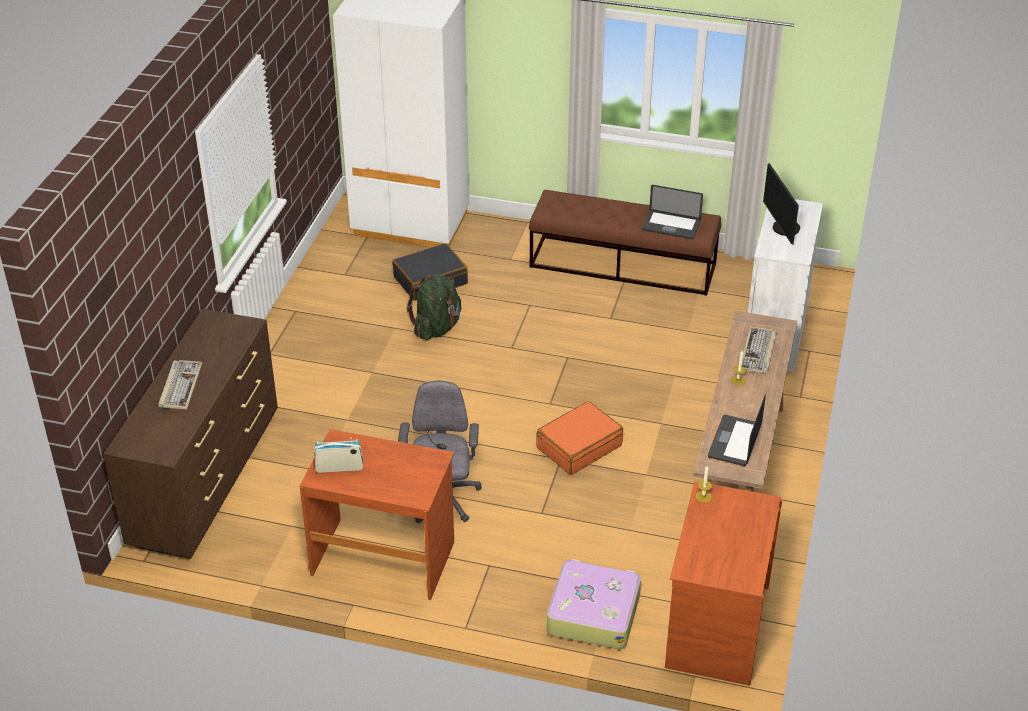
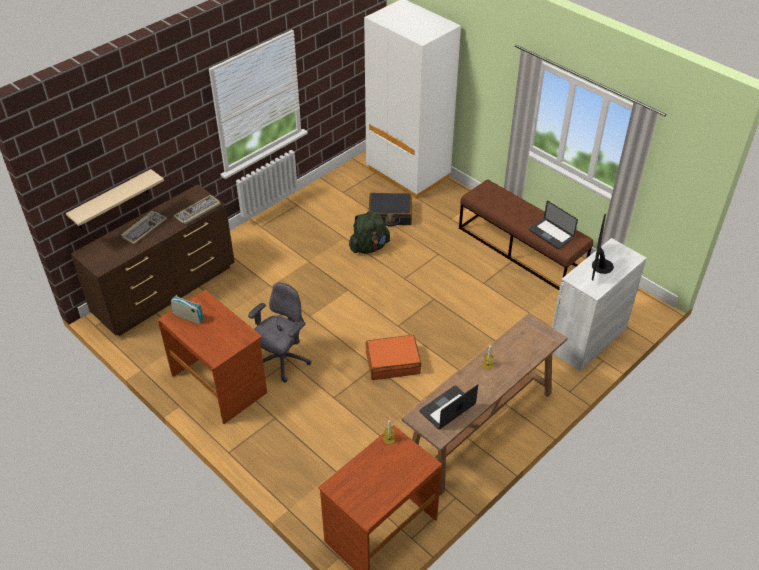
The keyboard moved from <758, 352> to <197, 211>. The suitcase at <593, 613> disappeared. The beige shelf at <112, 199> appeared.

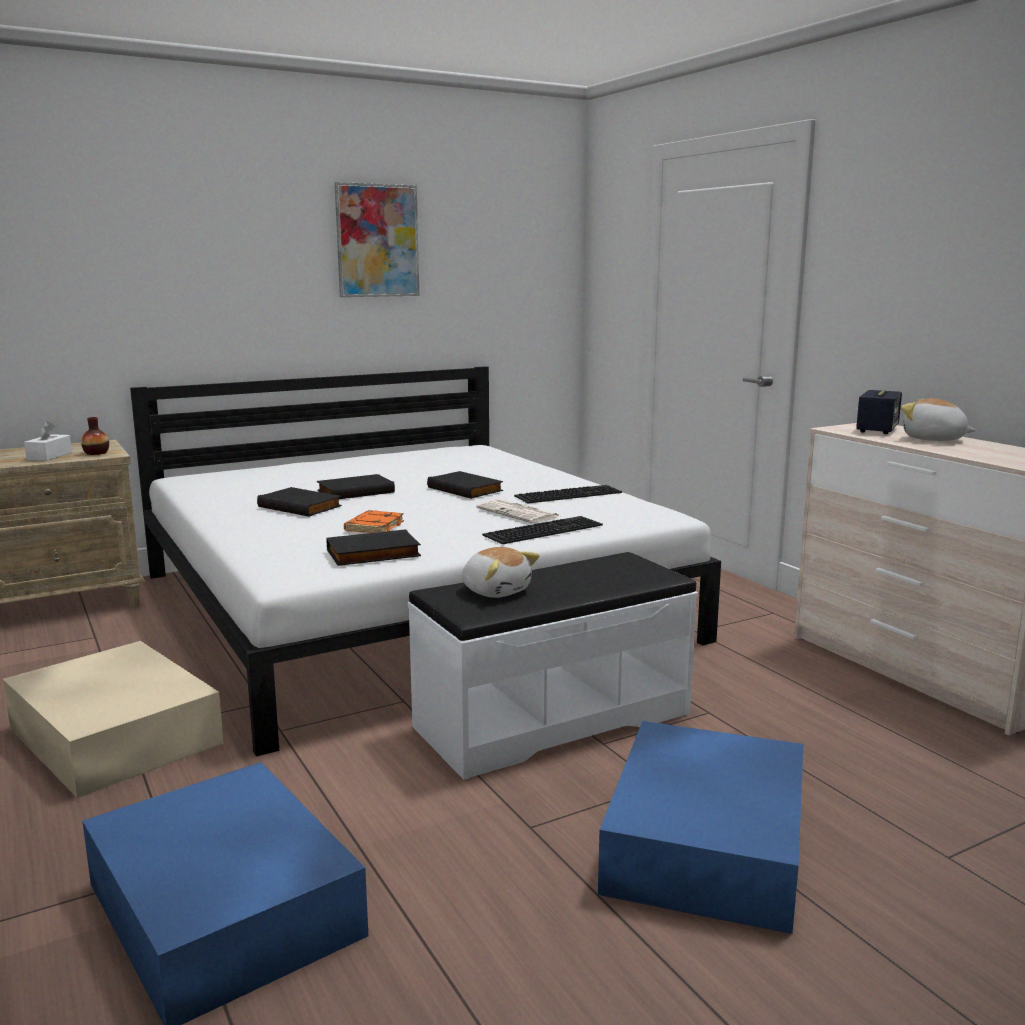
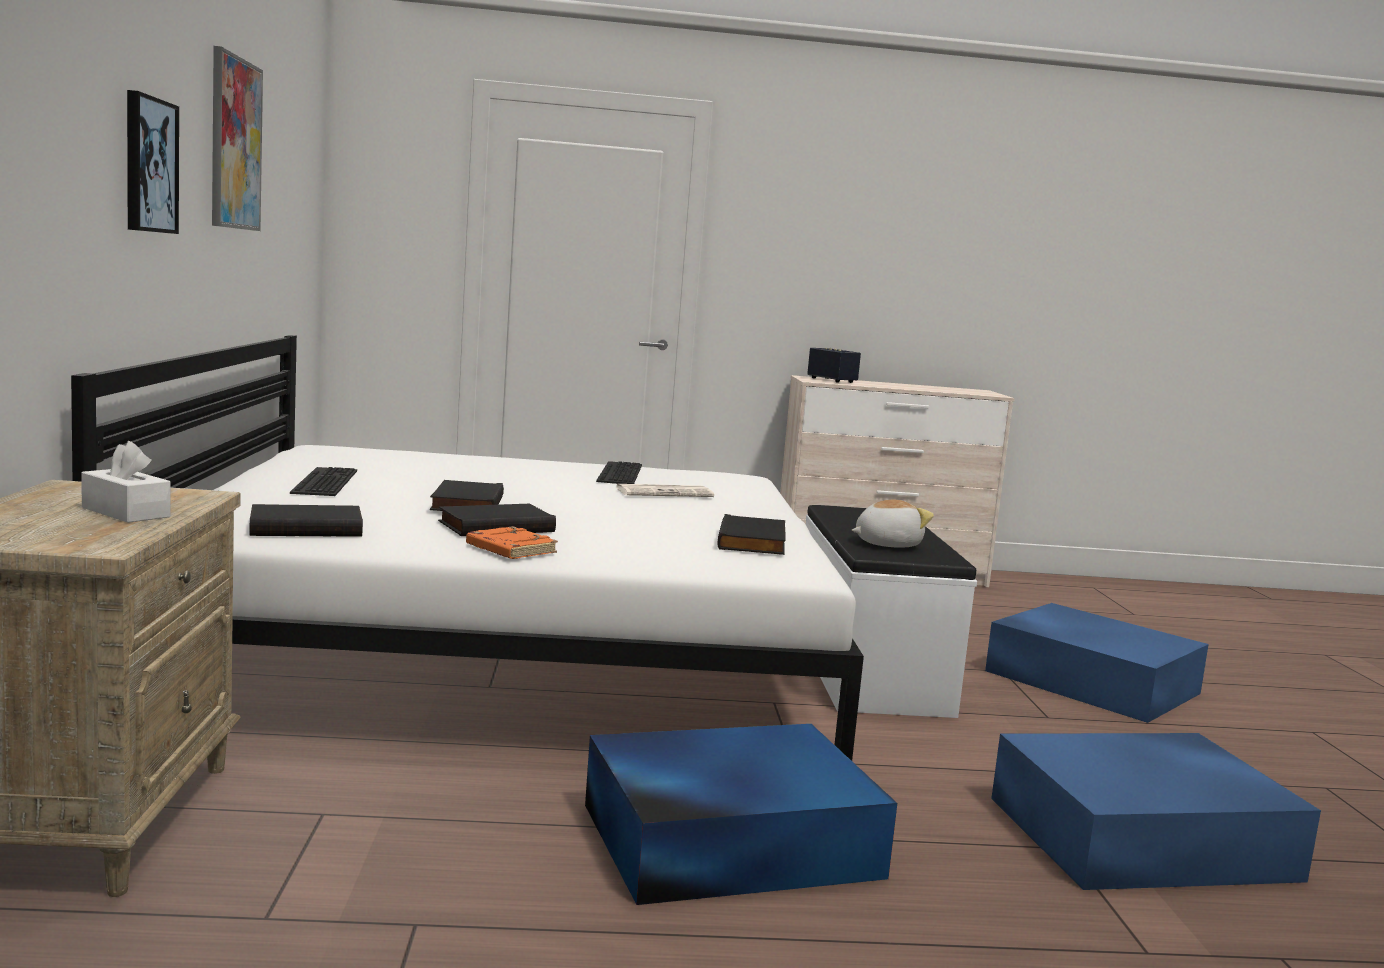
The plush toy at <933, 439> disappeared. The vase at <96, 453> disappeared. The black book moved from <466, 489> to <307, 527>. The orange book moved from <374, 527> to <509, 550>. The keyboard moved from <543, 529> to <322, 481>. The beige storage box at <115, 734> became the blue storage box at <725, 840>. The picture at <148, 165> appeared.

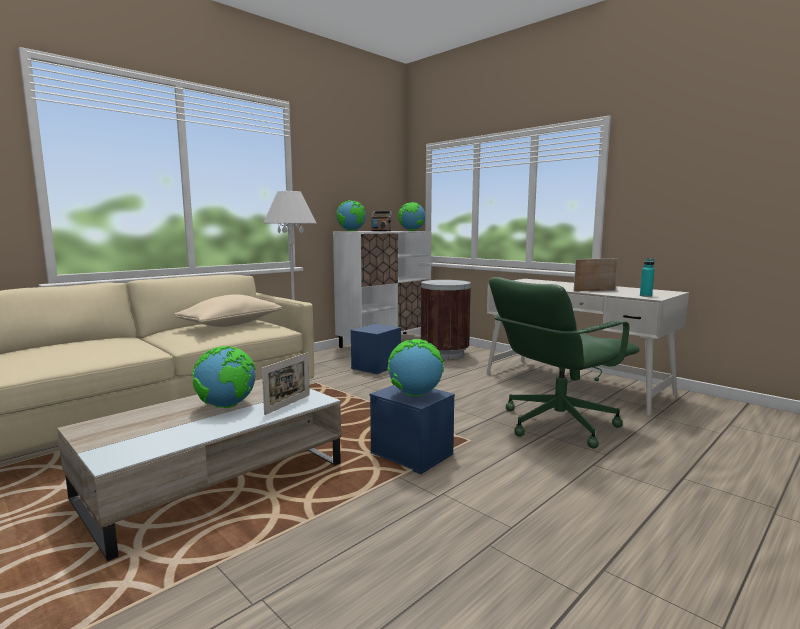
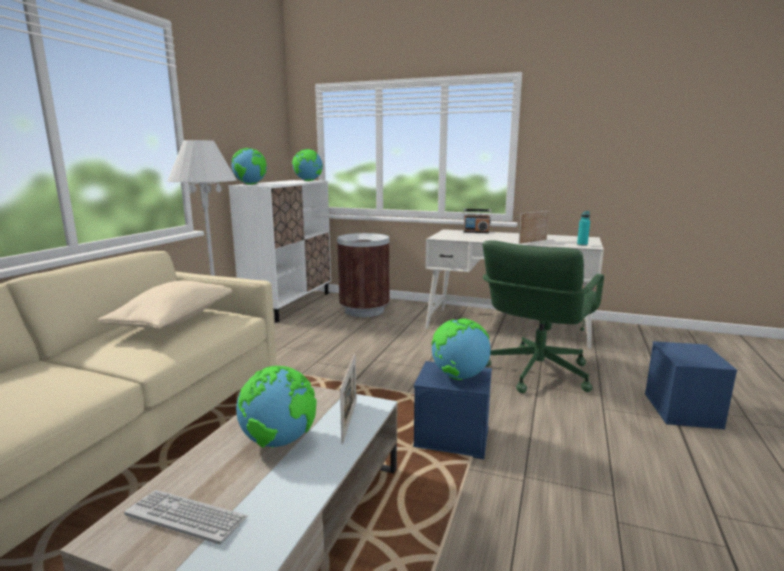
The radio moved from <381, 231> to <476, 232>. The blue storage box moved from <376, 366> to <683, 410>. The keyboard at <186, 517> appeared.

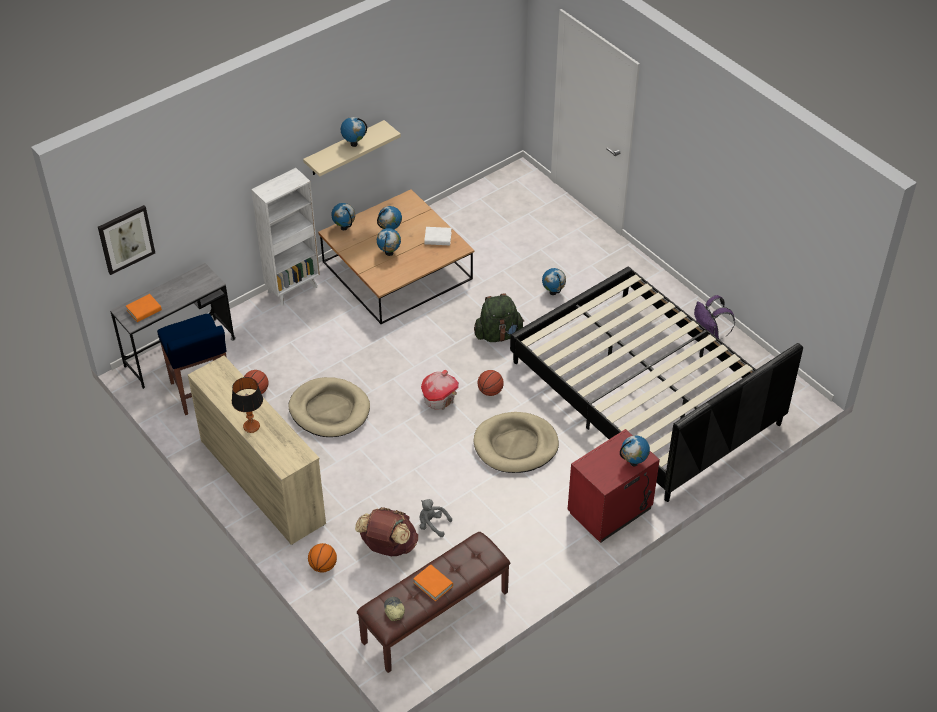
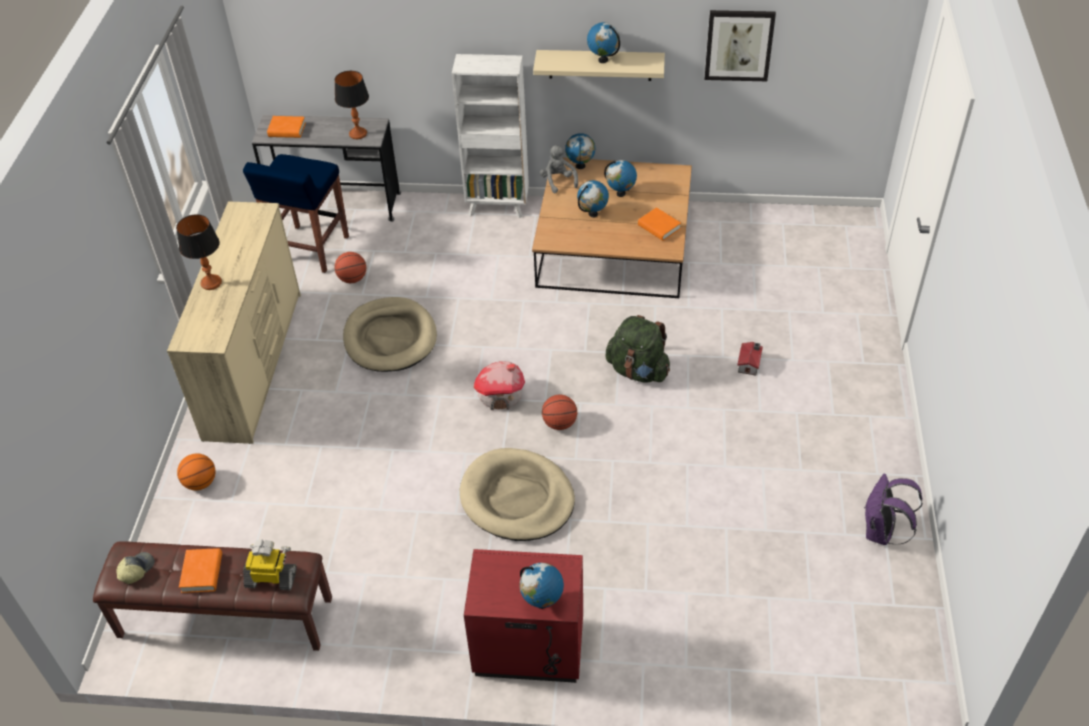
The picture moved from <126, 239> to <739, 45>. The white book at <438, 238> became the orange book at <659, 227>. The black bed at <644, 393> disappeared. The globe at <553, 292> was replaced by the toy house at <749, 364>. The grey plush toy moved from <432, 524> to <558, 181>. The brown backpack at <388, 547> disappeared. The table lamp at <358, 134> appeared. The toy robot at <272, 578> appeared.

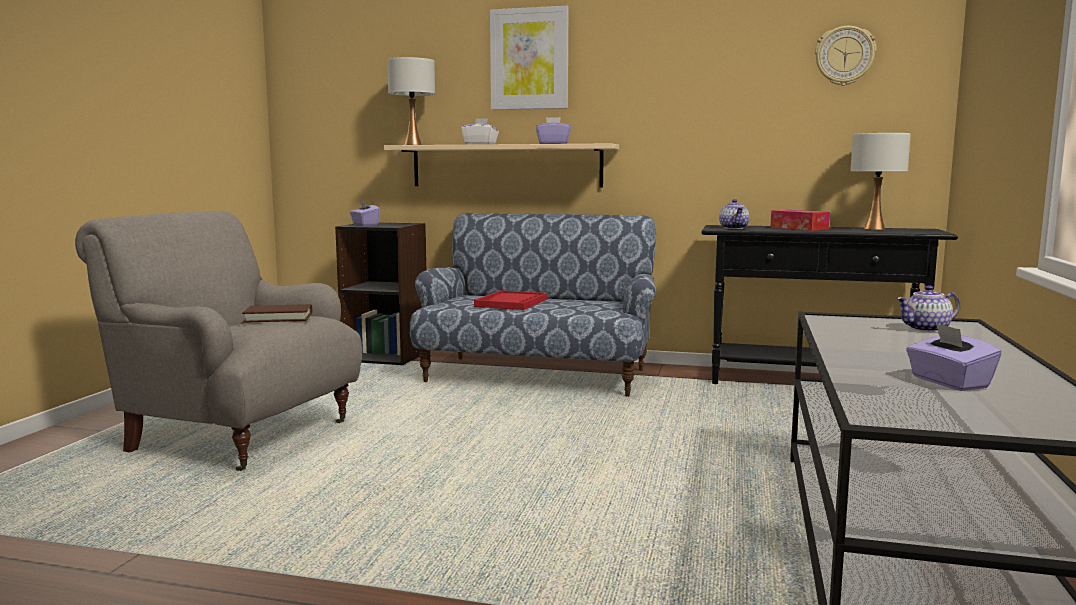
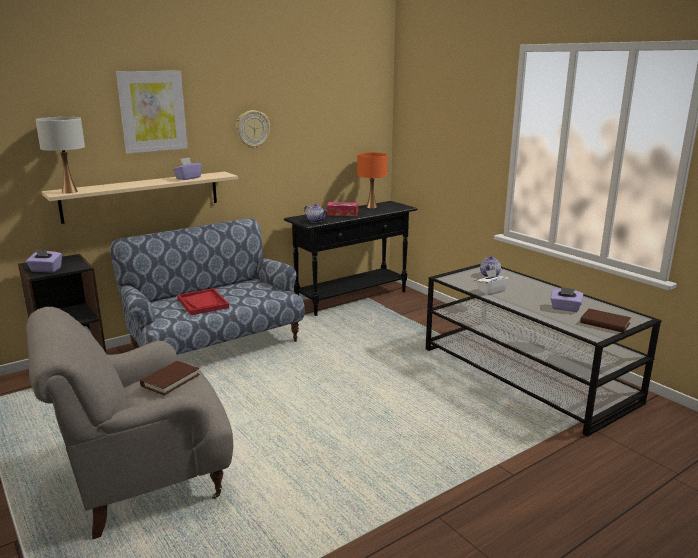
The wall clock moved from <844, 56> to <252, 129>. The white tissue box moved from <480, 144> to <491, 291>. The white table lamp at <874, 228> became the orange table lamp at <371, 207>. The brown book at <604, 323> appeared.

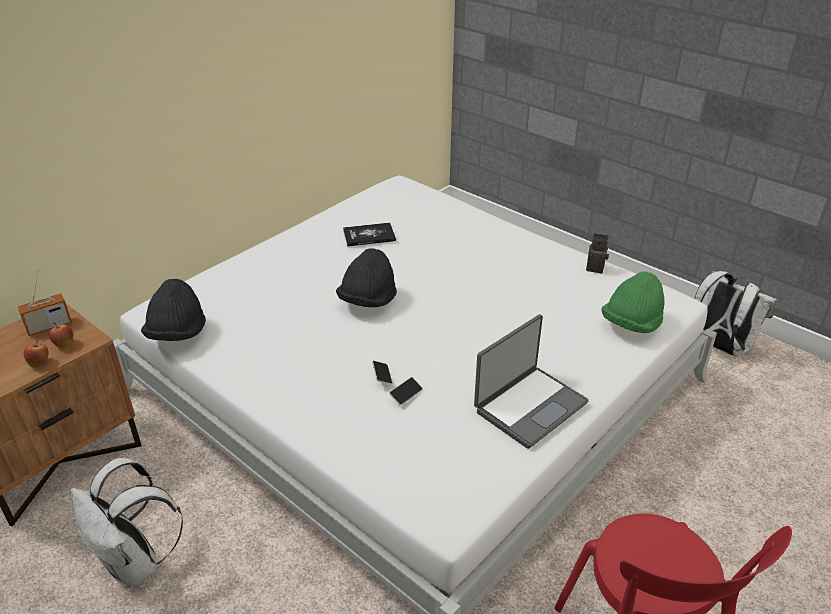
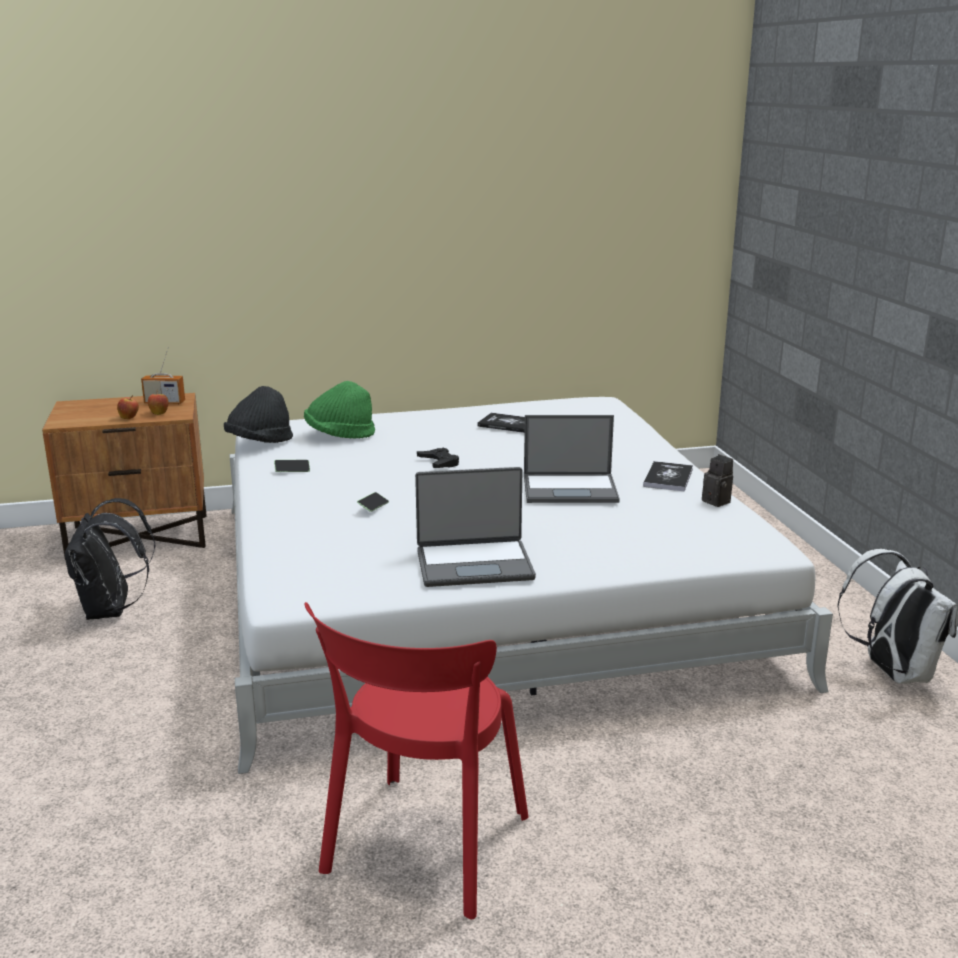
The black hat at <368, 301> was replaced by the black game controller at <439, 462>. The green hat moved from <631, 324> to <340, 435>. The phone moved from <406, 394> to <292, 470>. The white backpack at <135, 563> became the black backpack at <111, 611>. The laptop at <571, 489> appeared. The book at <668, 478> appeared.

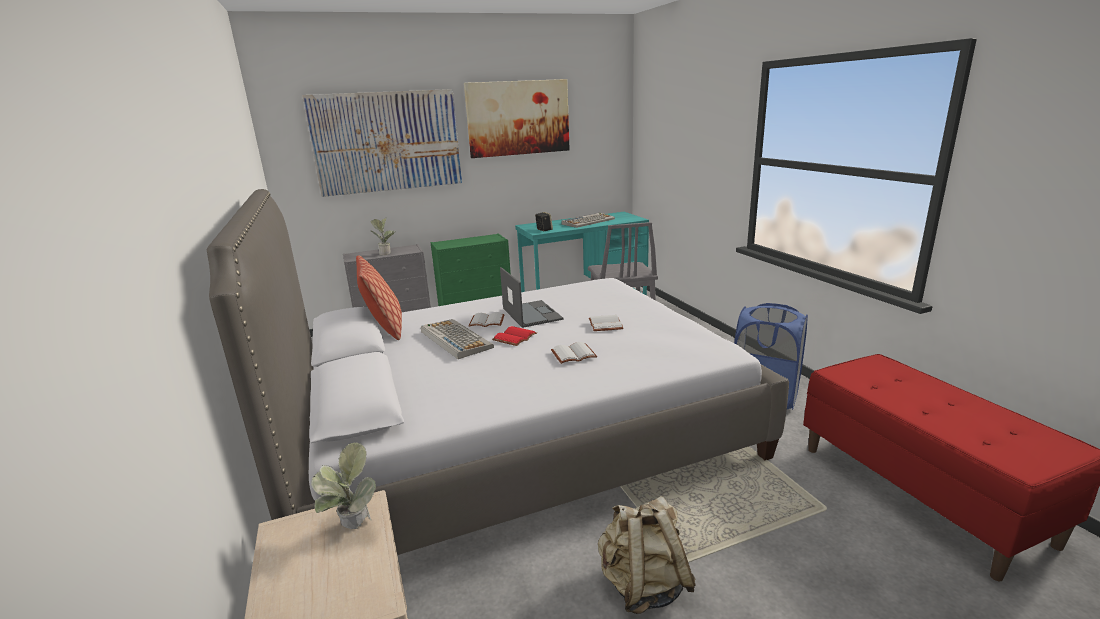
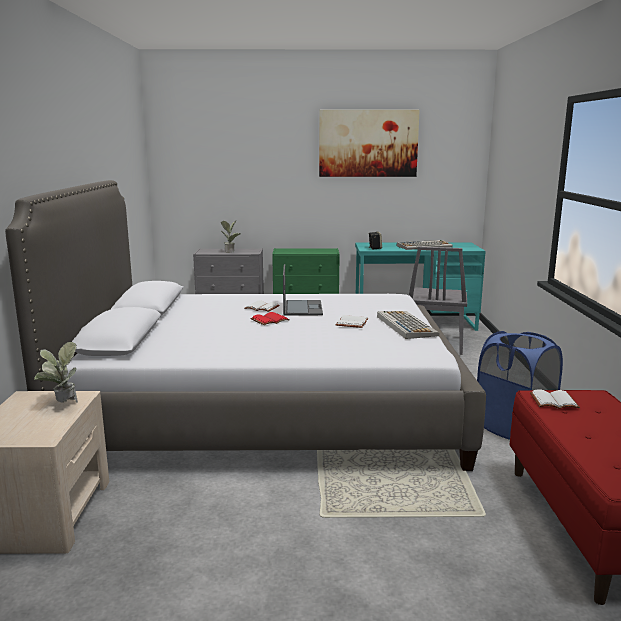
The picture at <387, 142> disappeared. The pillow at <385, 329> disappeared. The keyboard moved from <455, 339> to <405, 325>. The white book moved from <573, 355> to <553, 402>. The beige backpack at <643, 586> disappeared.

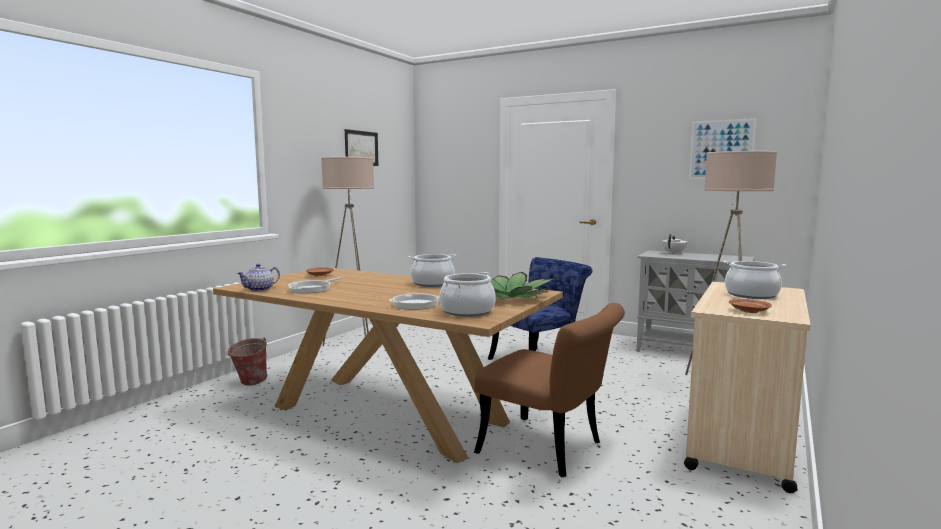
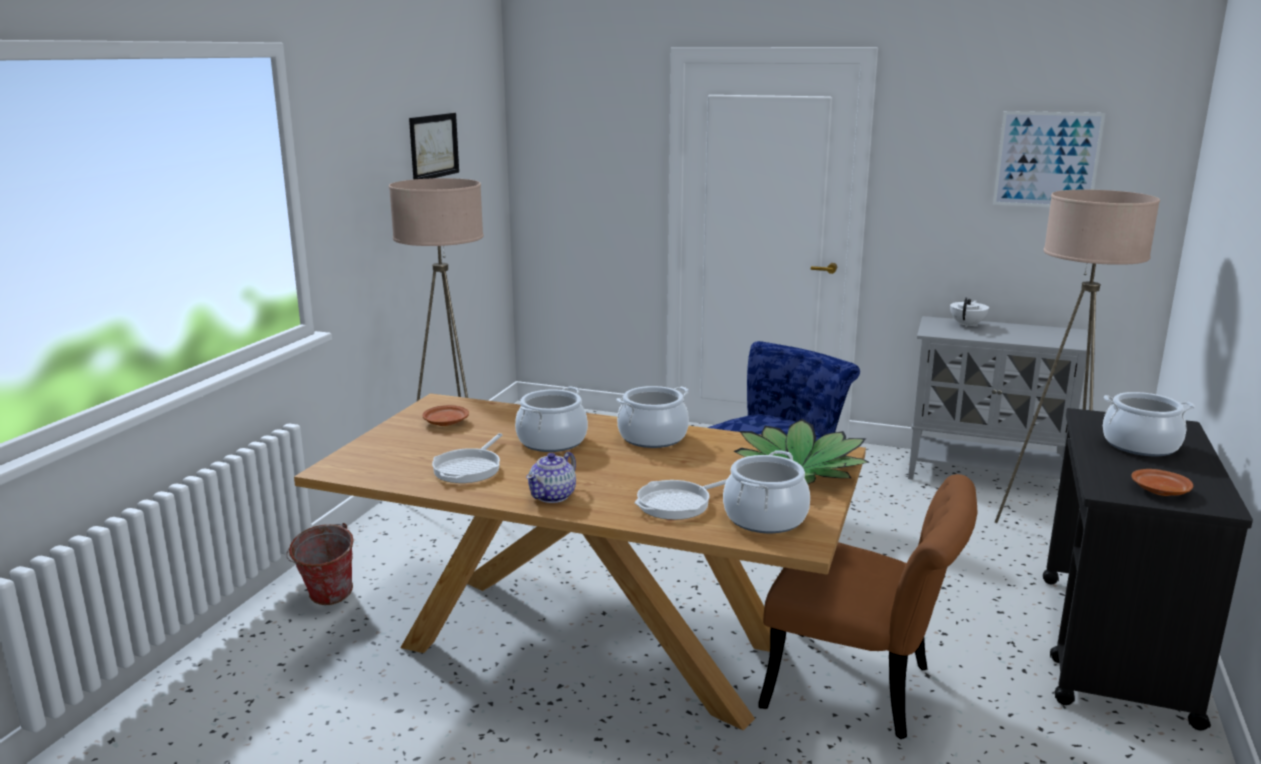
The teapot moved from <260, 289> to <553, 496>. The beige cart at <742, 442> became the black cart at <1114, 647>. The cooking pot at <551, 441> appeared.

